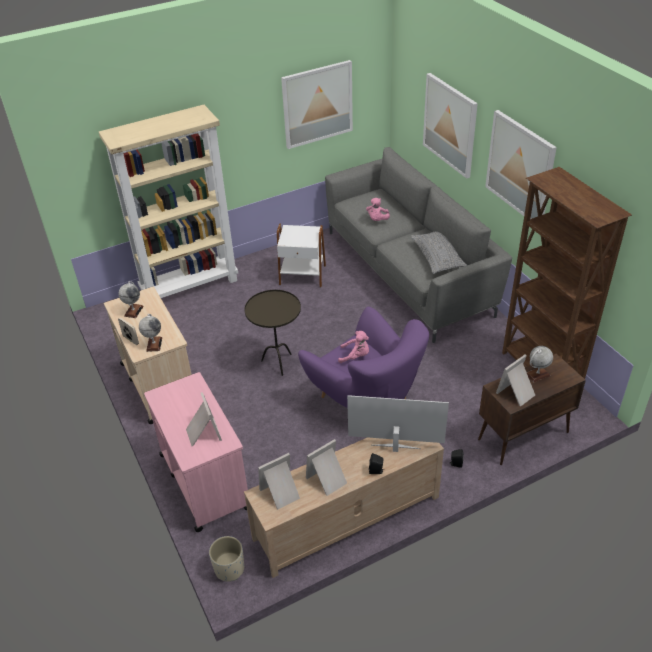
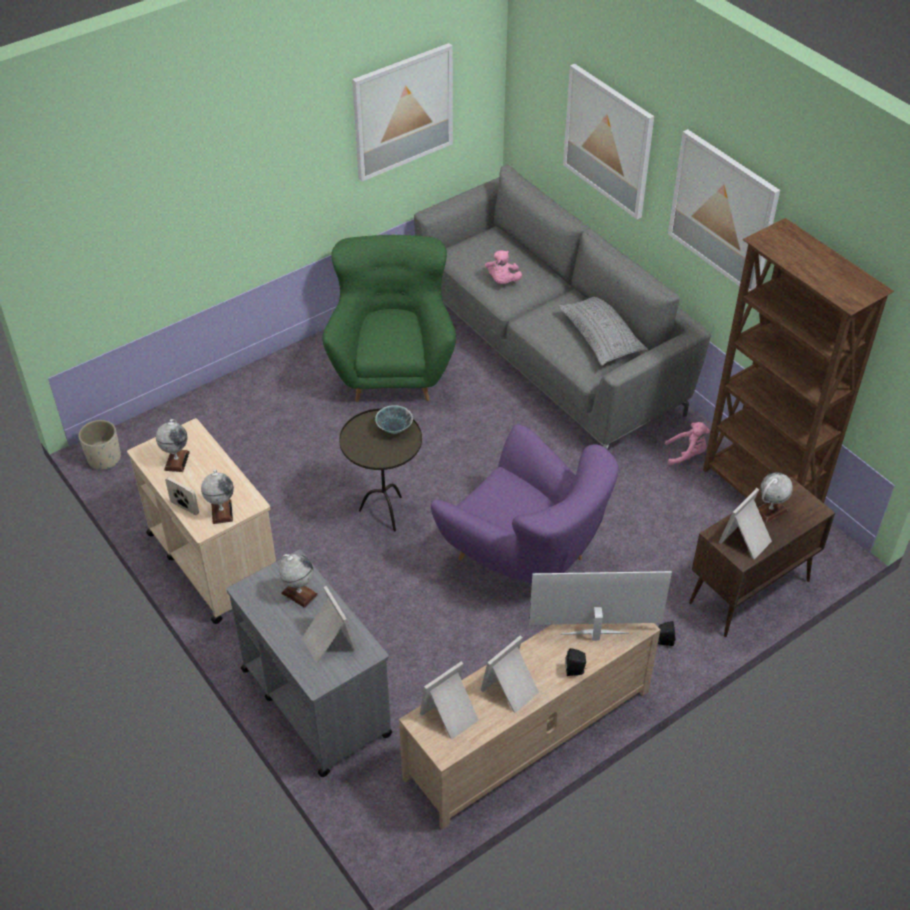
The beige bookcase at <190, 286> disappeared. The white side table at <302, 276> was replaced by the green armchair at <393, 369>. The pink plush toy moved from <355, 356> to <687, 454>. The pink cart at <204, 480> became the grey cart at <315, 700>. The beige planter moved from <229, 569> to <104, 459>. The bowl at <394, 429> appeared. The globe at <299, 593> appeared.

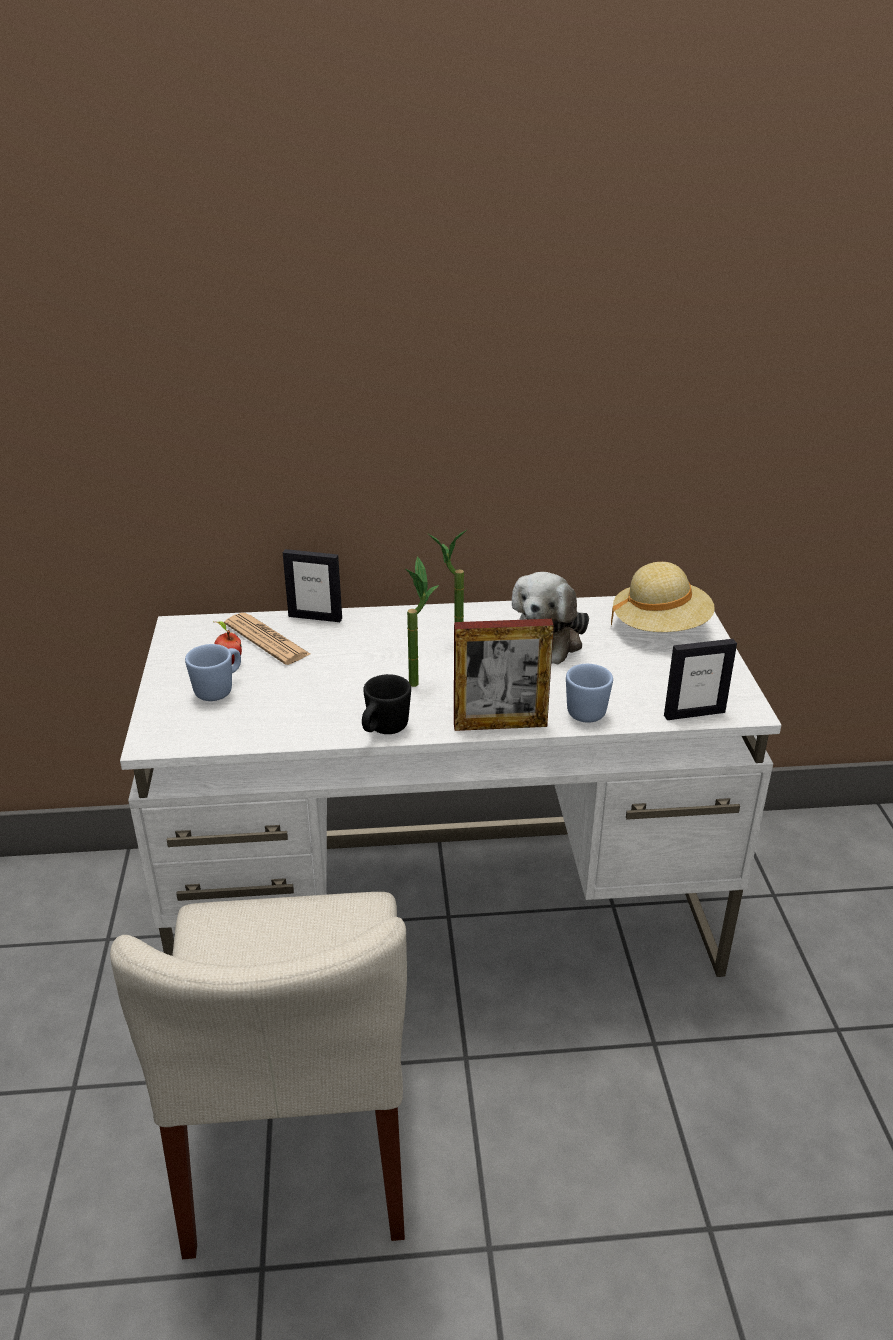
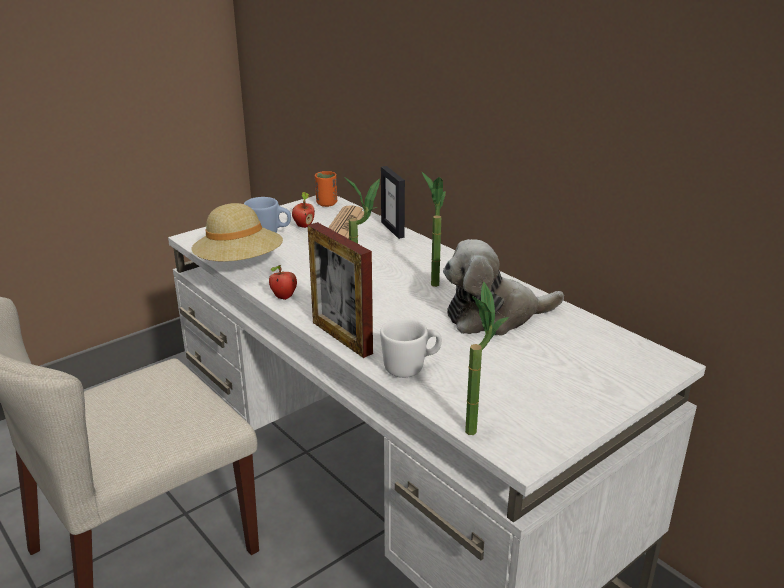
The beige hat moved from <660, 627> to <240, 264>. The picture frame at <694, 713> was replaced by the potted plant at <475, 424>. The blue mug at <587, 709> became the white mug at <411, 368>. The black mug at <383, 730> was replaced by the apple at <284, 297>. The orange cup at <326, 203> appeared.

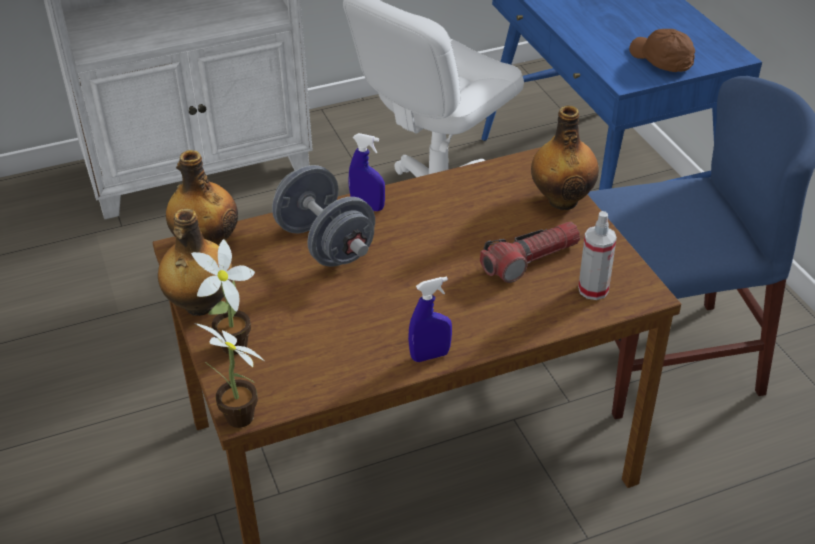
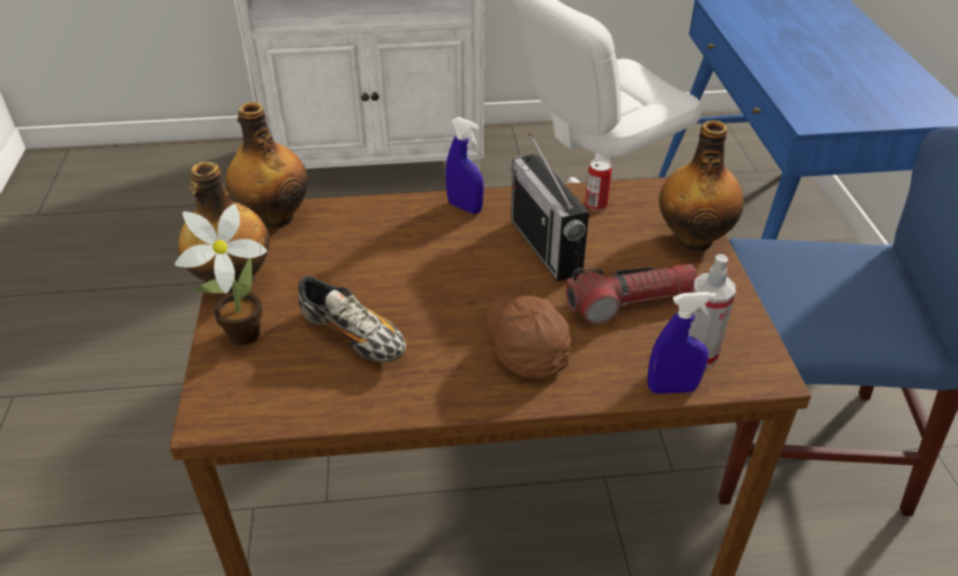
The brown cap moved from <660, 61> to <525, 345>. The grey dumbbell at <325, 244> disappeared. The blue spray bottle moved from <430, 355> to <672, 388>. The potted plant at <241, 421> disappeared. The radio at <545, 246> appeared. The can at <596, 204> appeared. The shoe at <353, 337> appeared.

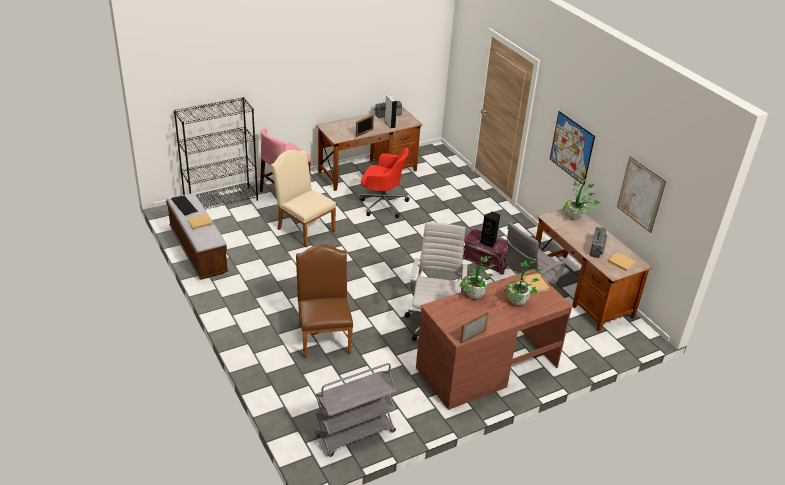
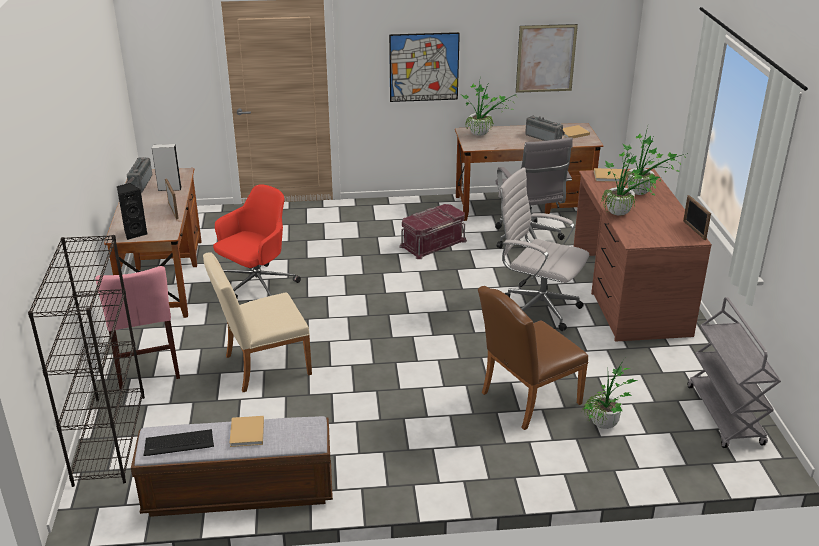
The black speaker moved from <489, 243> to <134, 233>. The brown chair at <324, 335> turned 45 degrees counterclockwise. The potted plant at <602, 428> appeared.

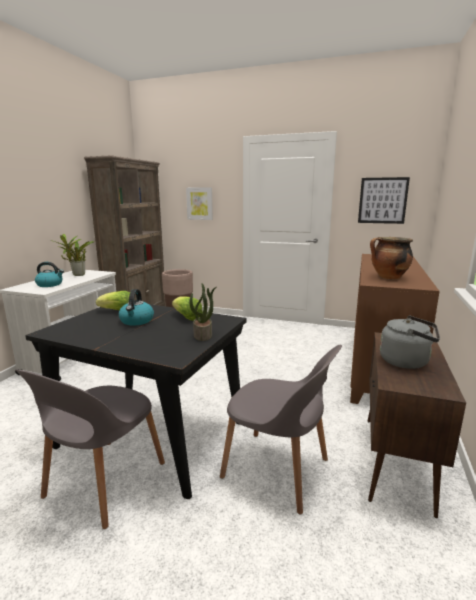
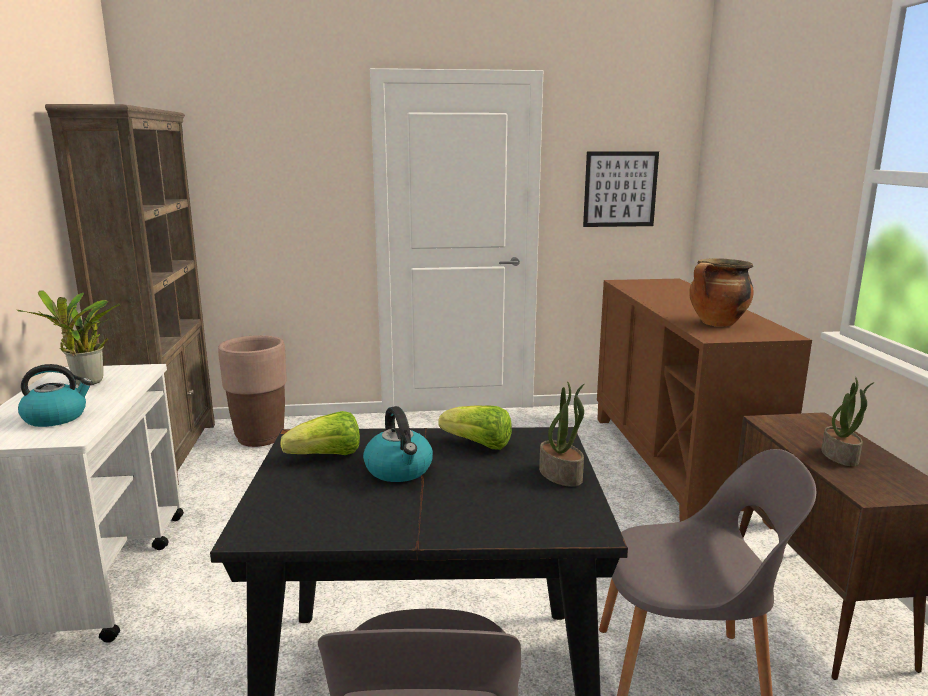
The picture at <199, 203> disappeared. The grey kettle at <407, 361> was replaced by the potted plant at <840, 456>.

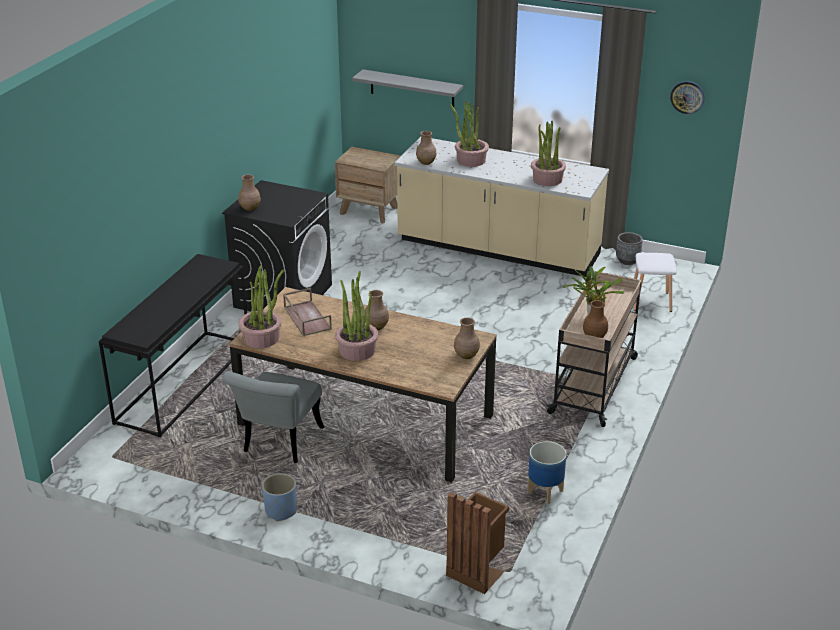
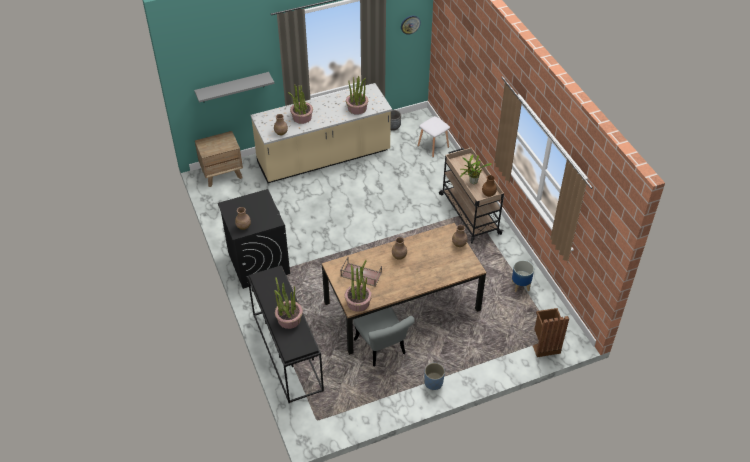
The potted plant moved from <357, 350> to <289, 319>.

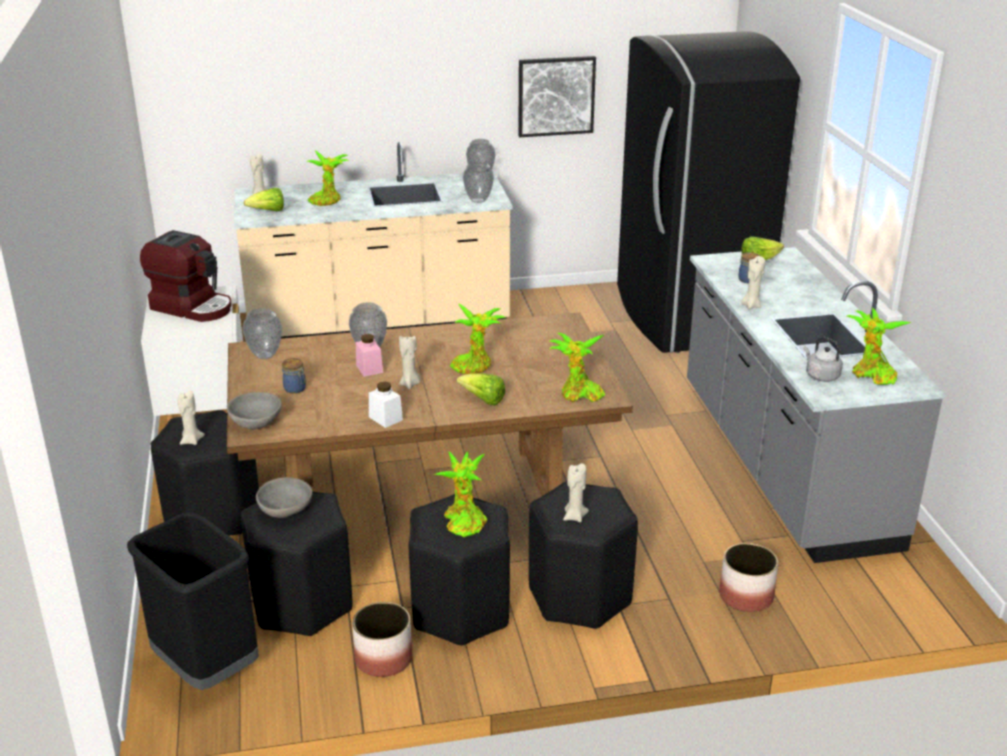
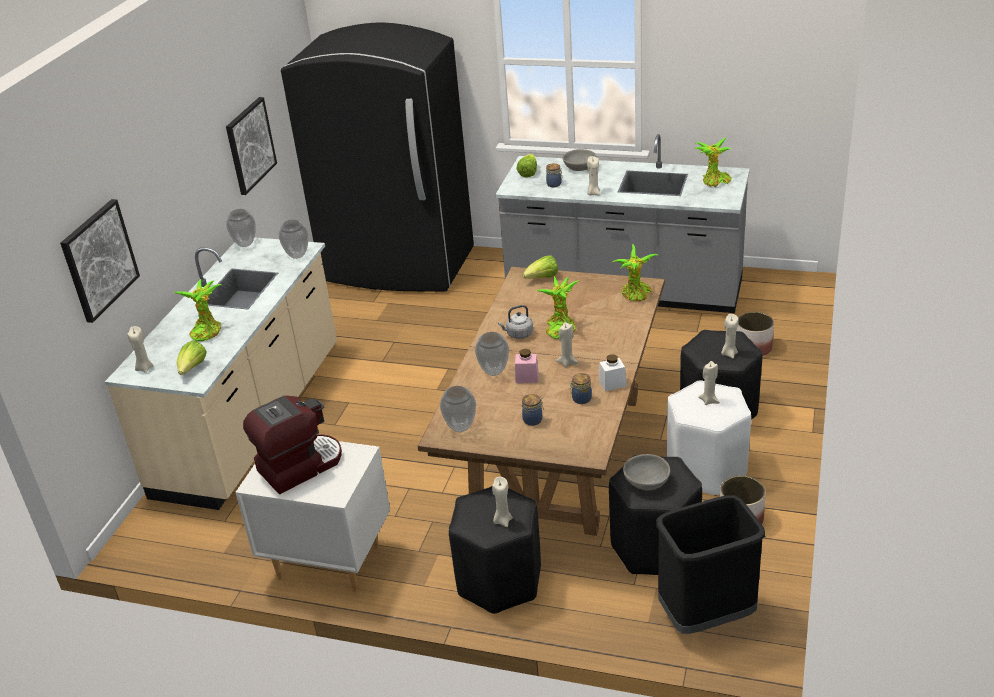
The grey kettle moved from <820, 376> to <518, 334>. The lettuce moved from <483, 400> to <542, 278>. The grey bowl moved from <256, 423> to <580, 168>. The potted plant at <463, 521> was replaced by the beige candle at <709, 400>. The black stool at <459, 611> became the white stool at <706, 470>. The picture at <99, 260> appeared. The jar at <581, 399> appeared.

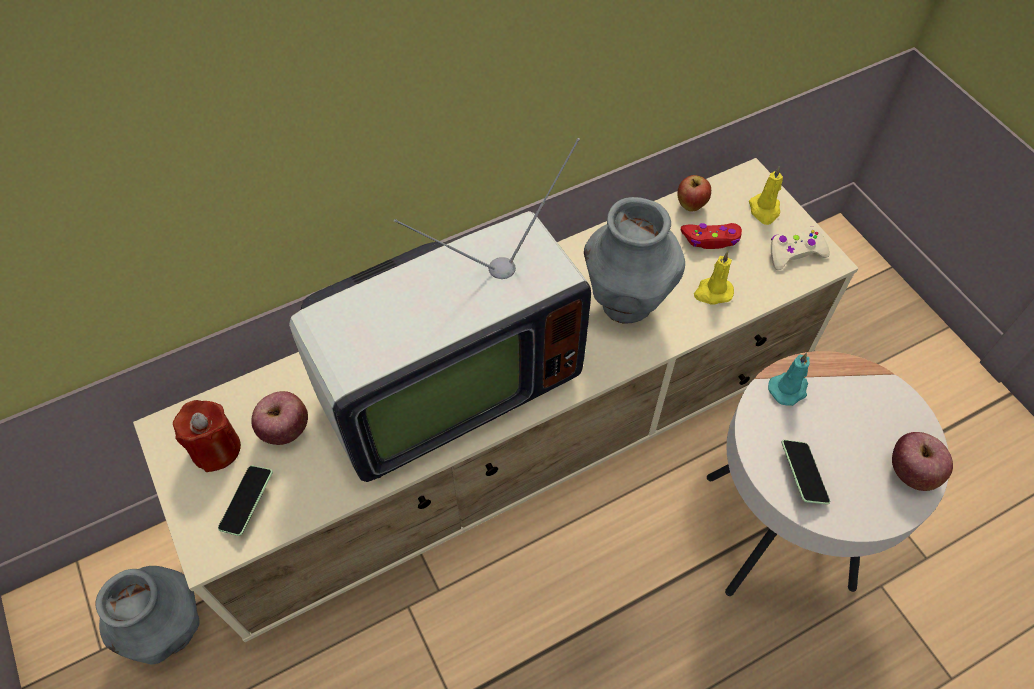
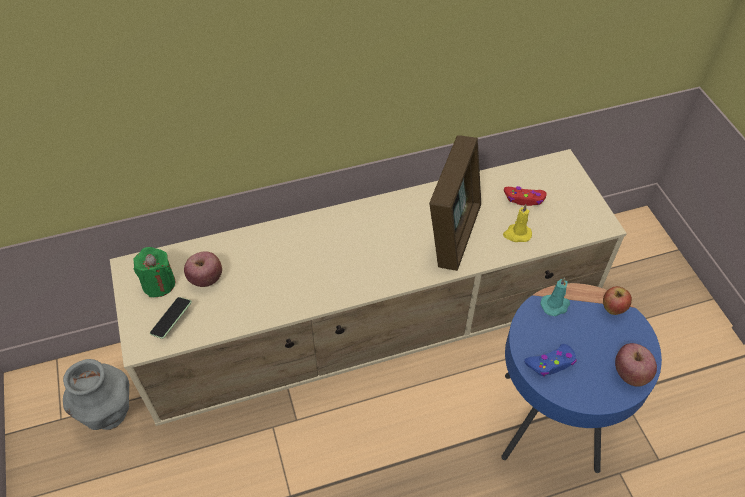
The television at <443, 386> disappeared. The yellow candle at <764, 210> disappeared. The apple moved from <690, 206> to <612, 309>. The grey vase at <625, 304> was replaced by the picture frame at <453, 233>. The beige game controller at <795, 253> disappeared. The beige side table at <778, 531> became the blue side table at <550, 421>. The red candle at <216, 449> became the green candle at <159, 284>. The phone at <802, 476> was replaced by the blue game controller at <551, 363>.

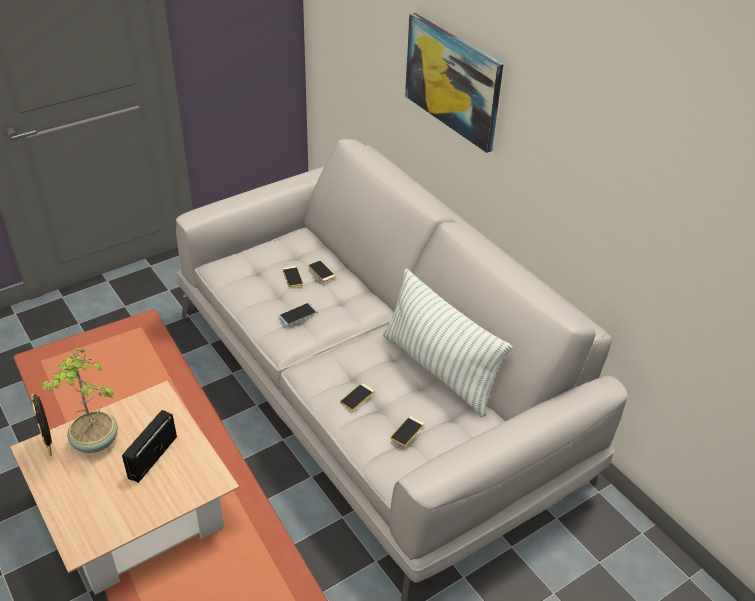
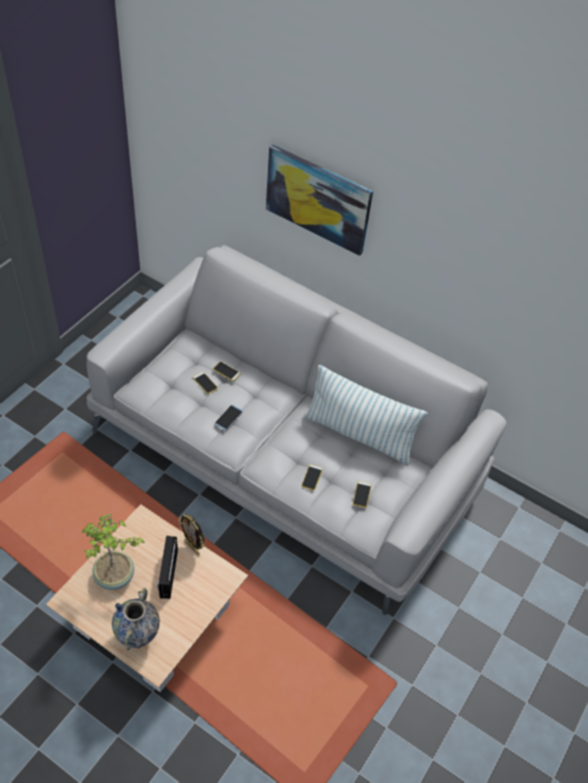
The picture frame moved from <50, 446> to <193, 547>. The vase at <138, 637> appeared.

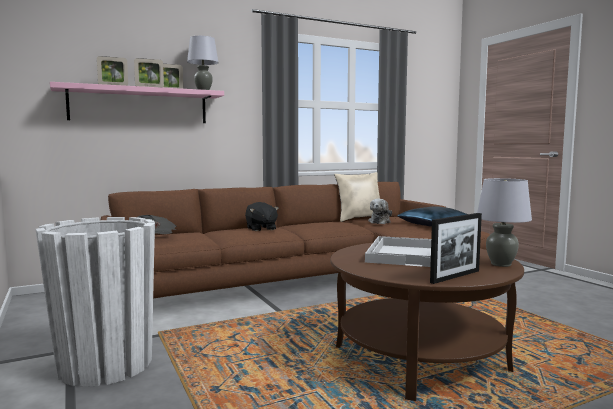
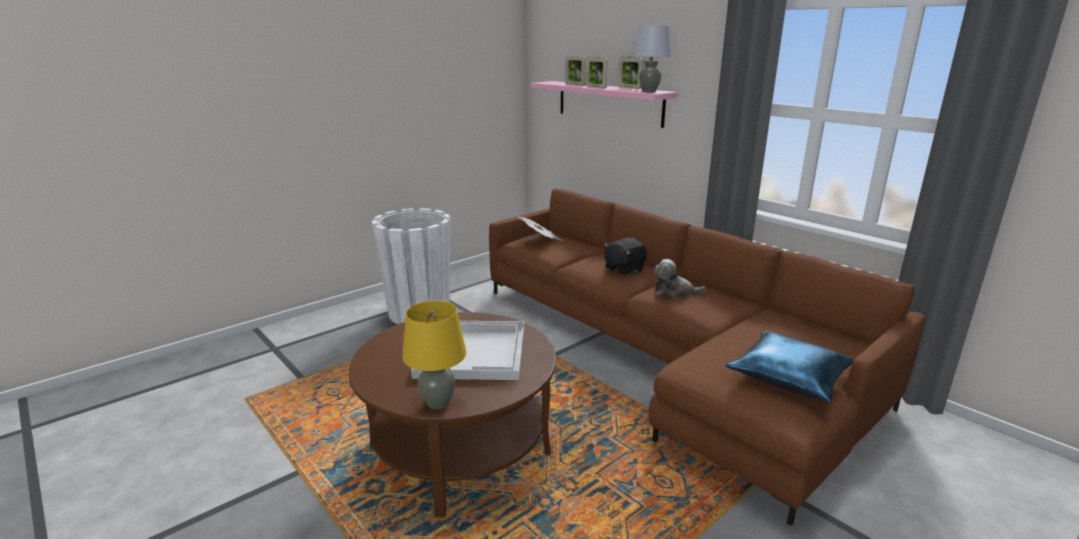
The beige pillow at <359, 219> disappeared. The grey table lamp at <501, 264> became the yellow table lamp at <438, 403>. The plush toy moved from <380, 222> to <674, 292>. The picture frame at <455, 276> disappeared.

